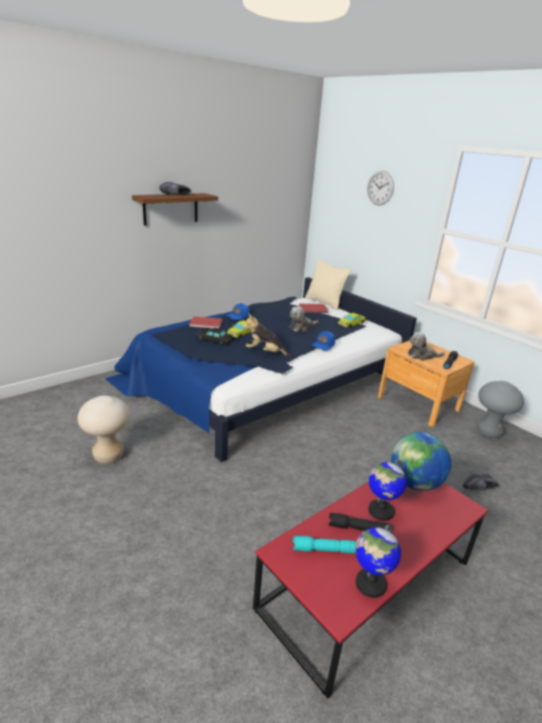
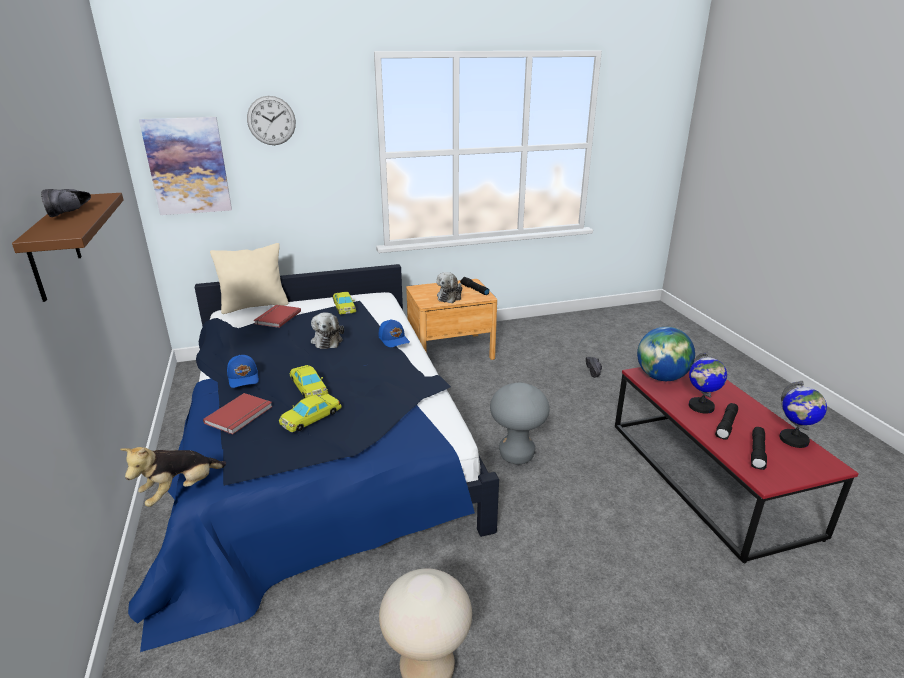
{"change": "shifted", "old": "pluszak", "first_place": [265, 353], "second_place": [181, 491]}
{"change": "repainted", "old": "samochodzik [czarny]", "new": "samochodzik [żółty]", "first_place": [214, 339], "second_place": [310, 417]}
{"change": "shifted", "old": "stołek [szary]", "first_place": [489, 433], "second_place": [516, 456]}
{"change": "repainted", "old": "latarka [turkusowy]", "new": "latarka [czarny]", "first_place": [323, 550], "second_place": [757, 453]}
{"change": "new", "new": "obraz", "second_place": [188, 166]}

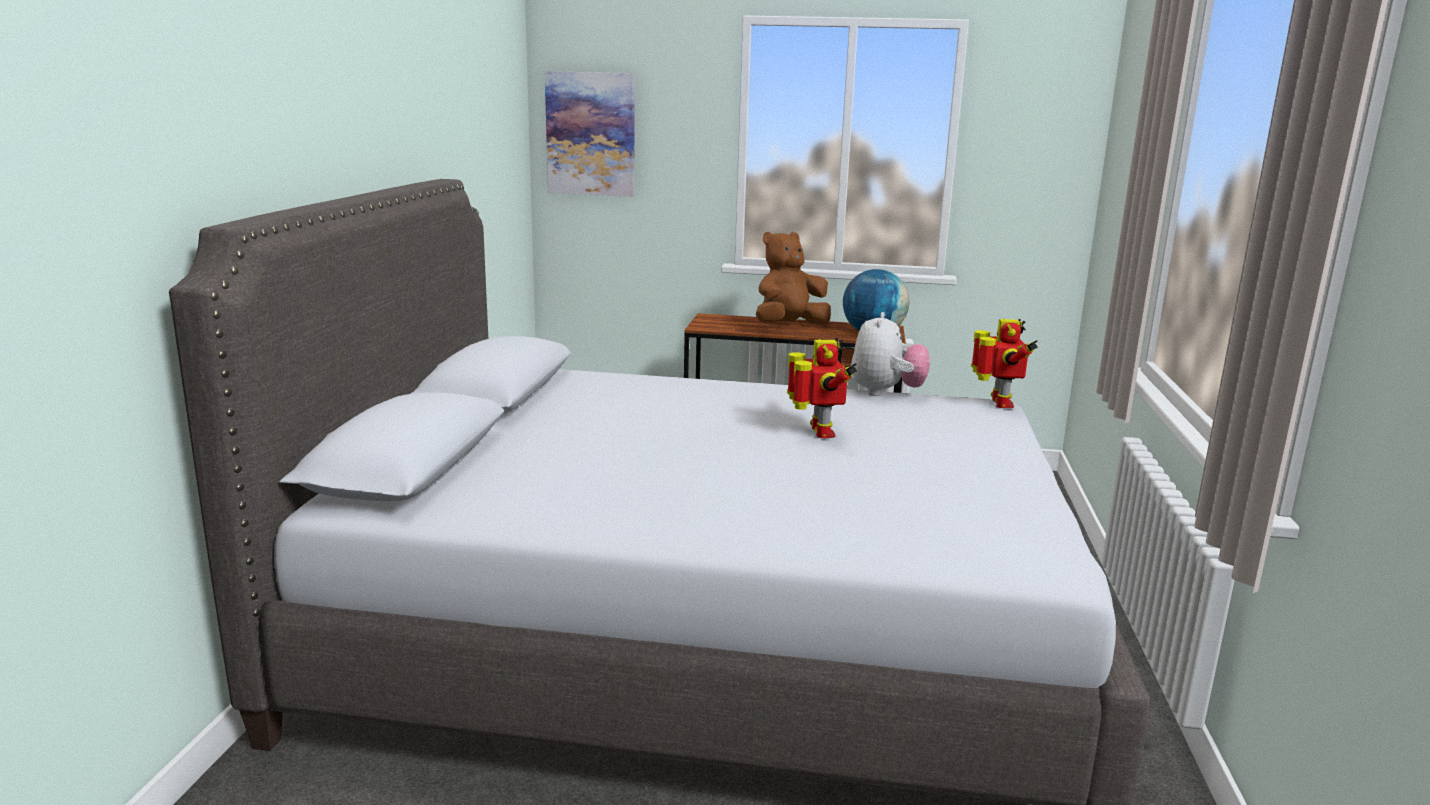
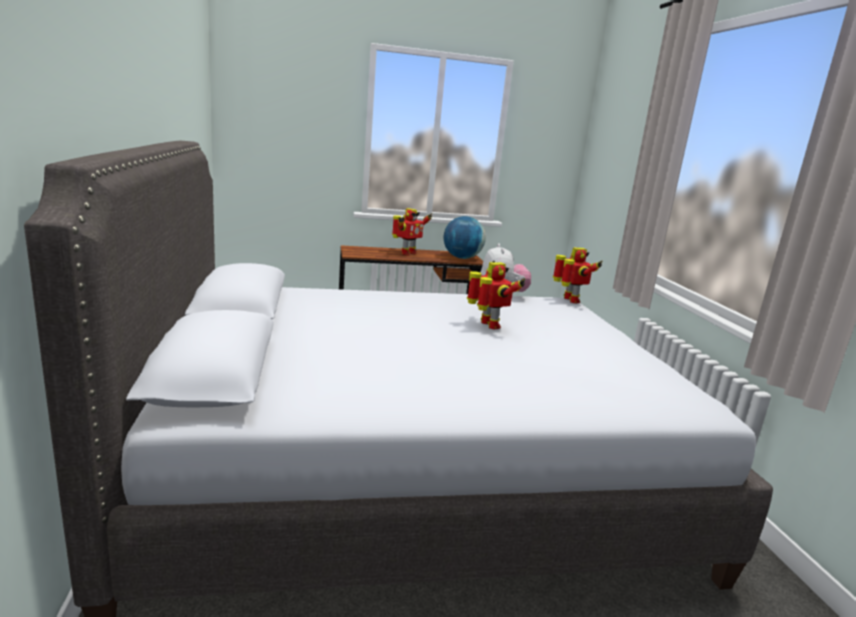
{"change": "gone", "old": "obraz", "first_place": [591, 134]}
{"change": "swapped", "old": "pluszak [brązowy]", "new": "robot zabawkowy", "first_place": [789, 326], "second_place": [407, 253]}

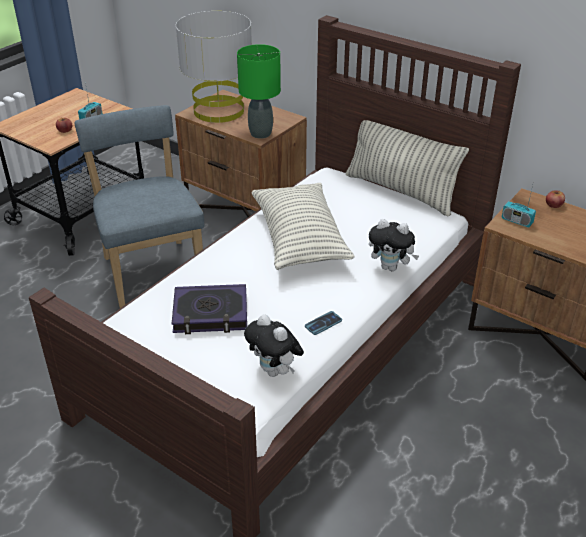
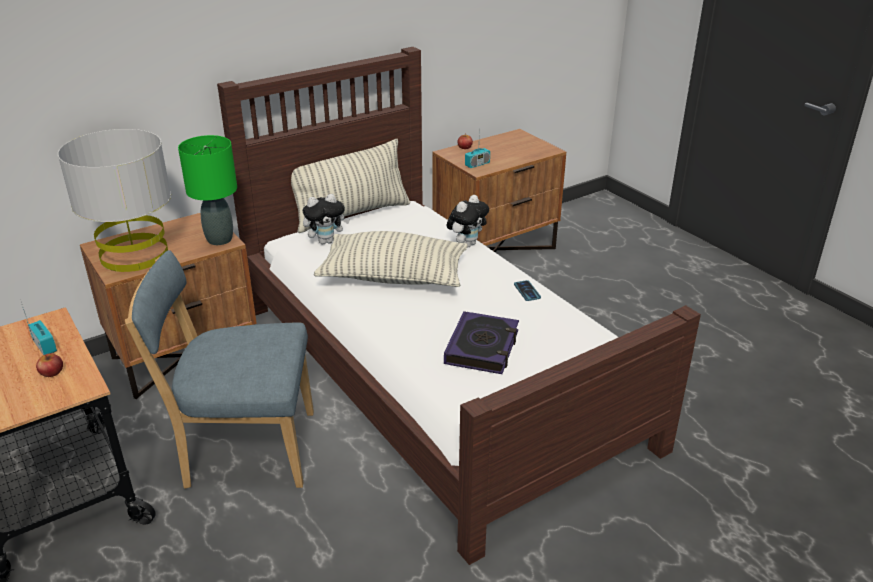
{"change": "shifted", "old": "pluszak", "first_place": [275, 371], "second_place": [326, 241]}

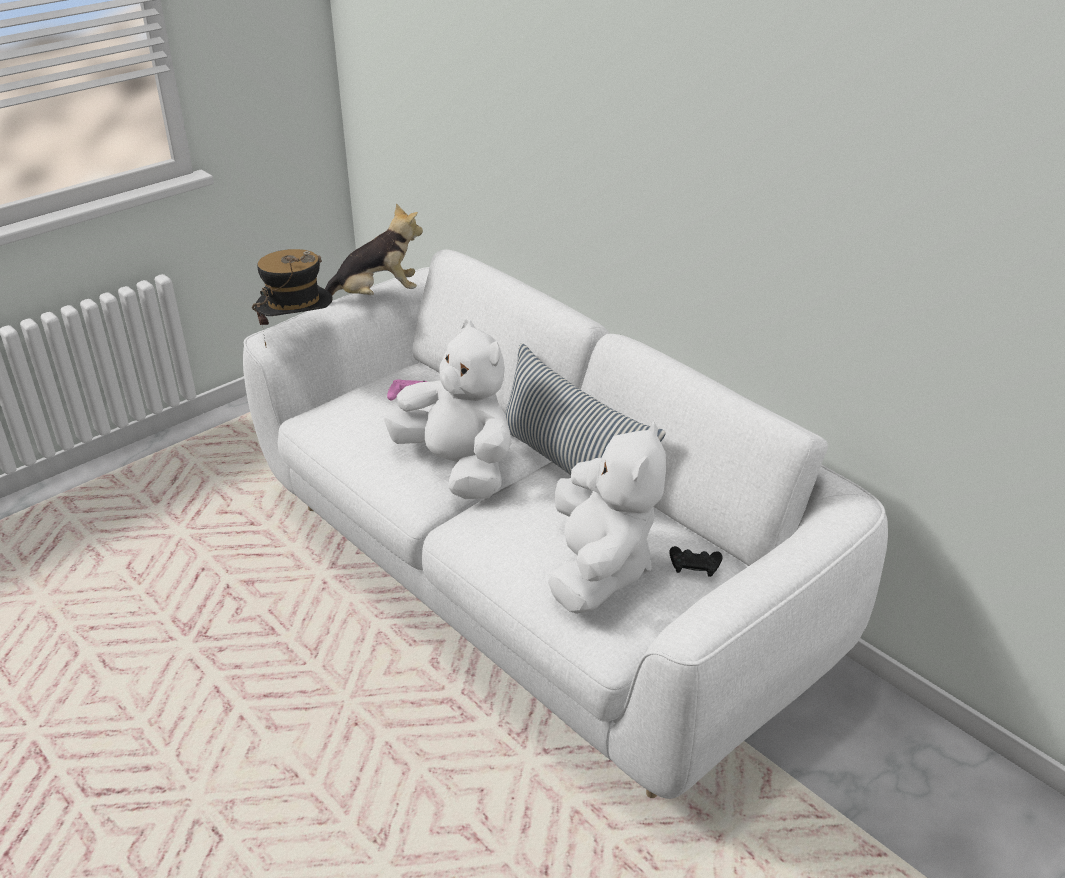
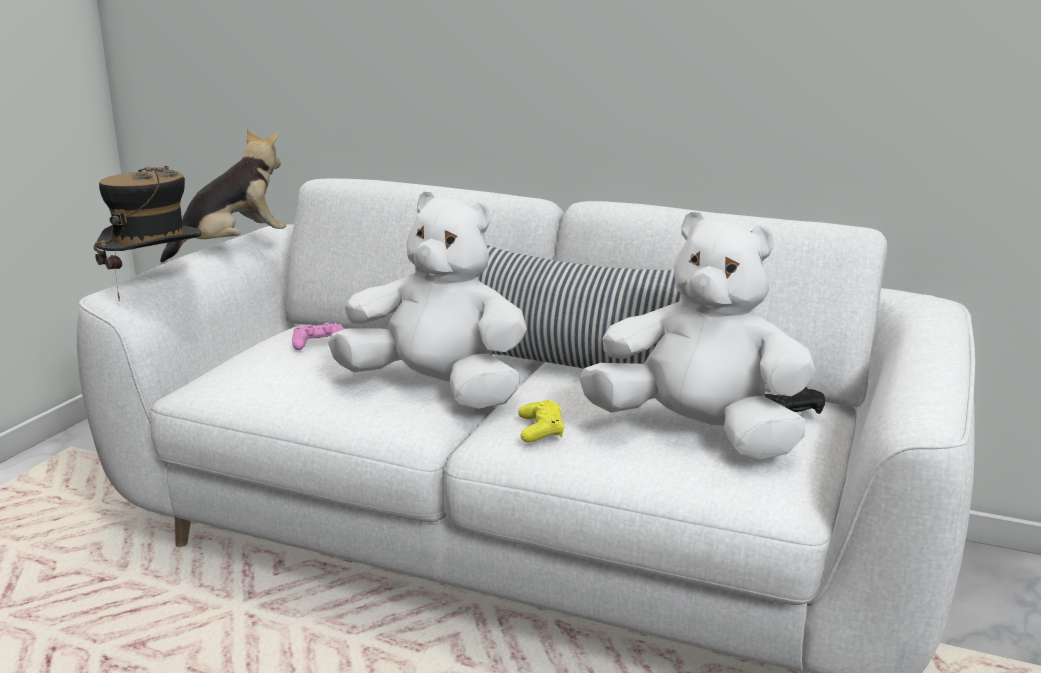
{"change": "rotated", "old": "pluszak [biały]", "first_place": [598, 569], "second_place": [698, 434], "degrees": -45}
{"change": "new", "new": "pad do gier [żółty]", "second_place": [540, 429]}

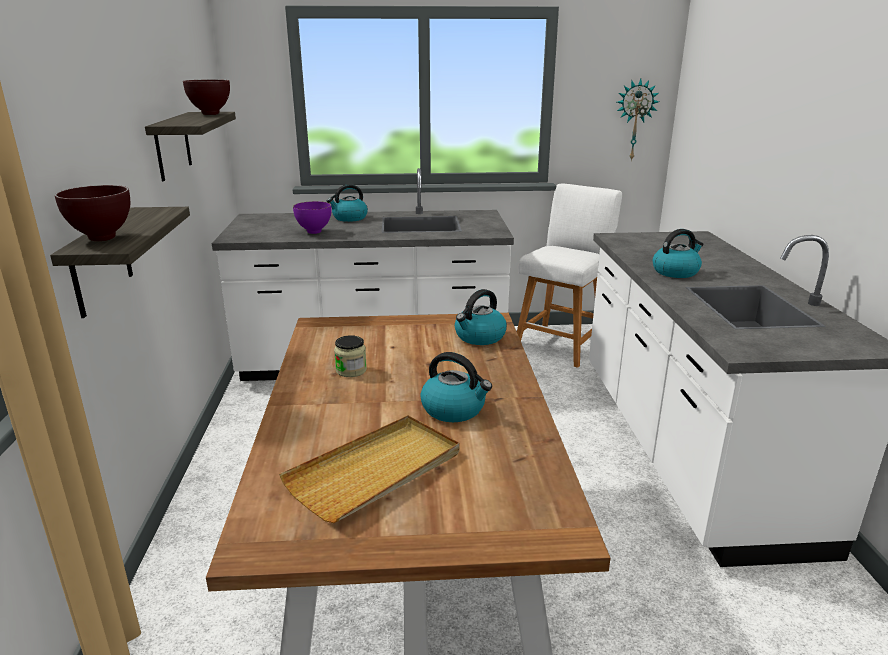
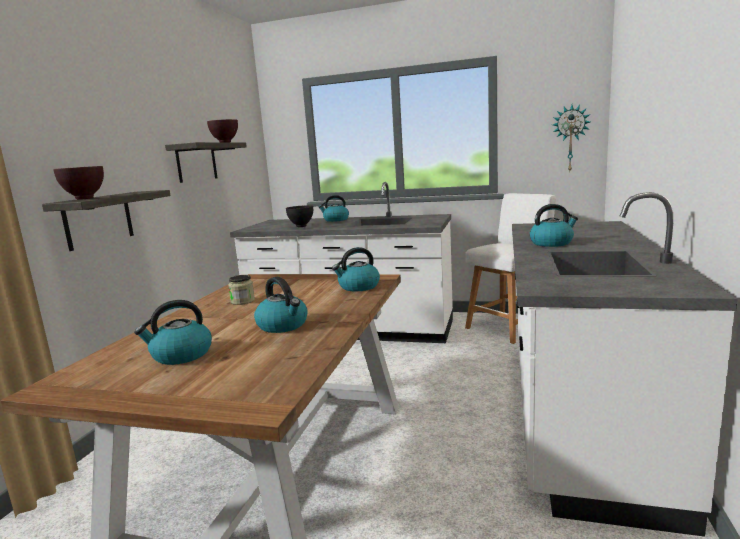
{"change": "repainted", "old": "miska [fioletowy]", "new": "miska [czarny]", "first_place": [314, 232], "second_place": [301, 226]}
{"change": "swapped", "old": "taca [beżowy]", "new": "czajnik", "first_place": [376, 471], "second_place": [181, 355]}

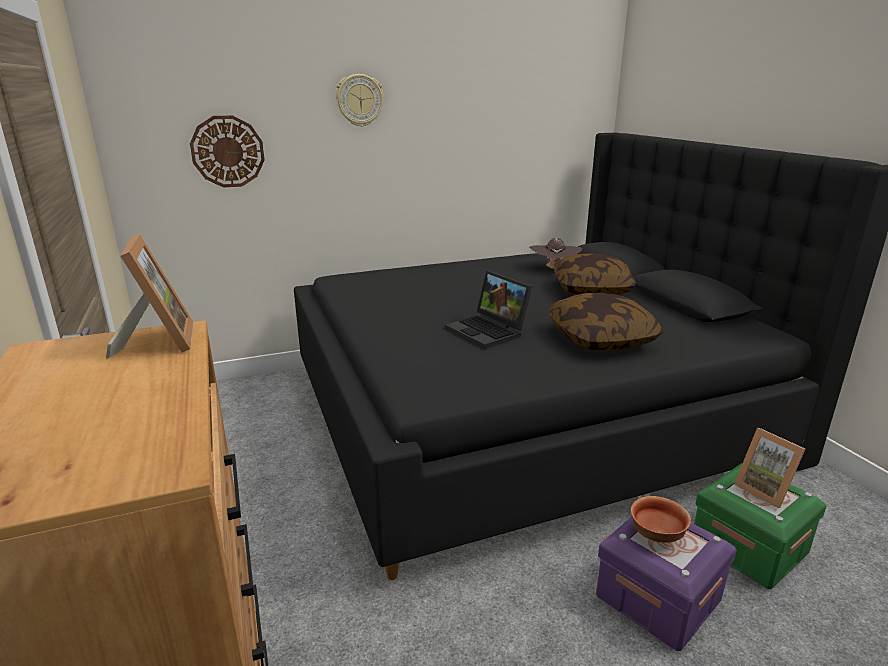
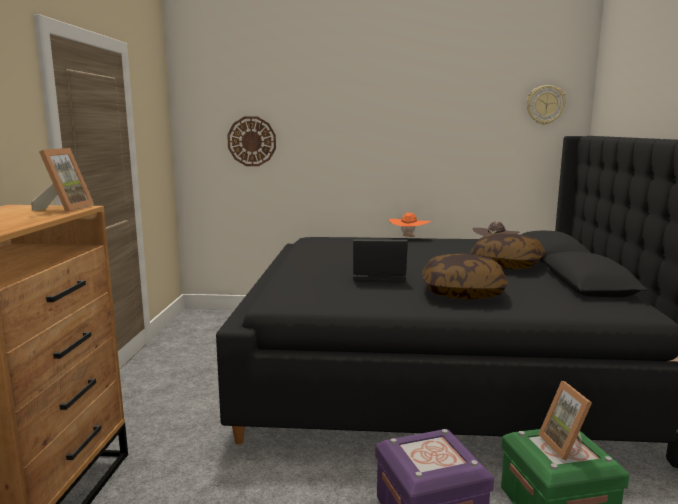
{"change": "shifted", "old": "zegar ścienny", "first_place": [359, 100], "second_place": [545, 105]}
{"change": "rotated", "old": "laptop", "first_place": [489, 331], "second_place": [377, 277], "degrees": 105}
{"change": "gone", "old": "miska", "first_place": [657, 536]}
{"change": "new", "new": "kapelusz [pomarańczowy]", "second_place": [409, 237]}

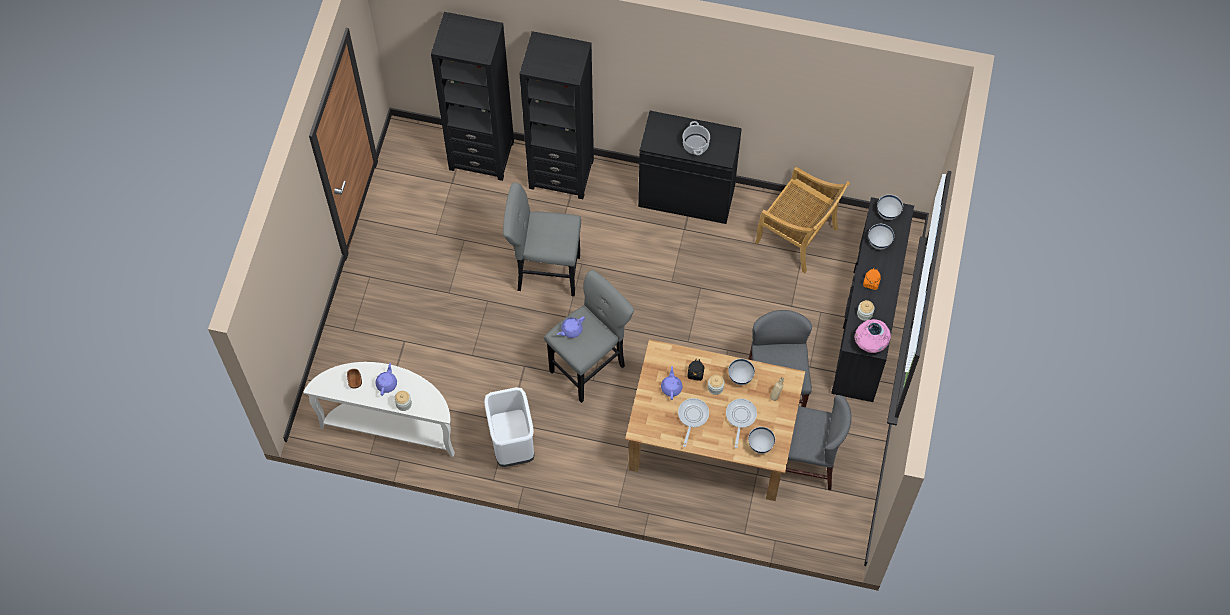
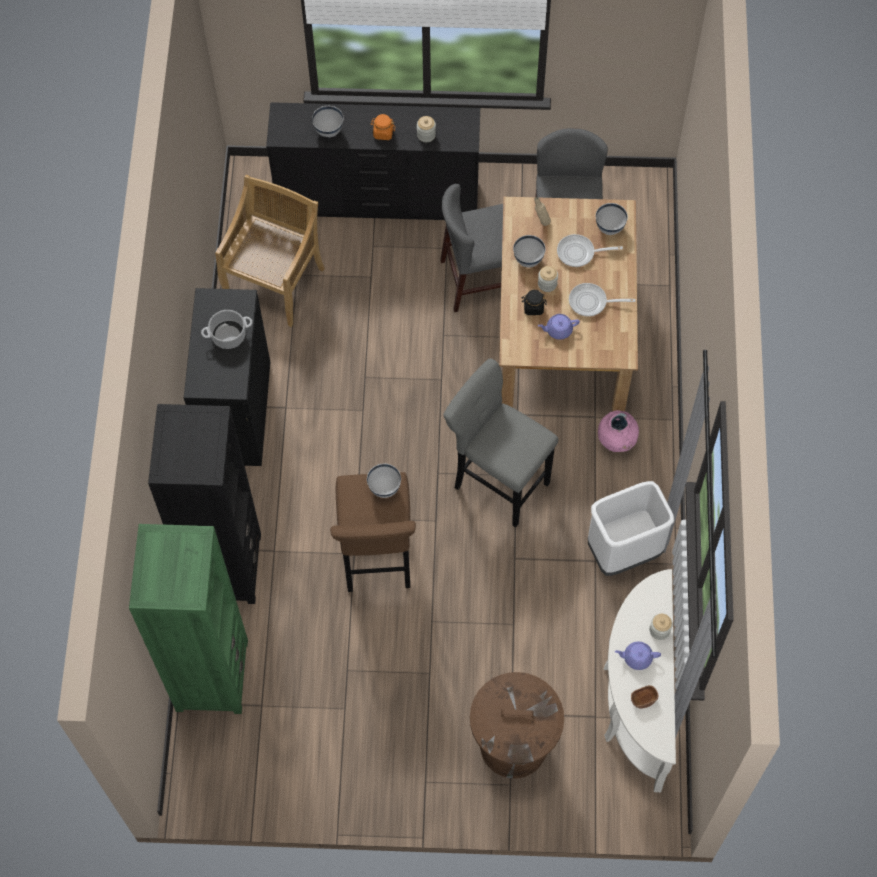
{"change": "repainted", "old": "regał [czarny]", "new": "regał [zielony]", "first_place": [481, 155], "second_place": [211, 675]}
{"change": "repainted", "old": "stołek [szary]", "new": "stołek [brązowy]", "first_place": [545, 272], "second_place": [377, 559]}
{"change": "shifted", "old": "miska [biały]", "first_place": [887, 214], "second_place": [384, 489]}
{"change": "gone", "old": "imbryk [fioletowy]", "first_place": [571, 330]}
{"change": "shifted", "old": "wazon [różowy]", "first_place": [870, 344], "second_place": [616, 442]}
{"change": "new", "new": "kosz na śmieci [brązowy]", "second_place": [513, 745]}

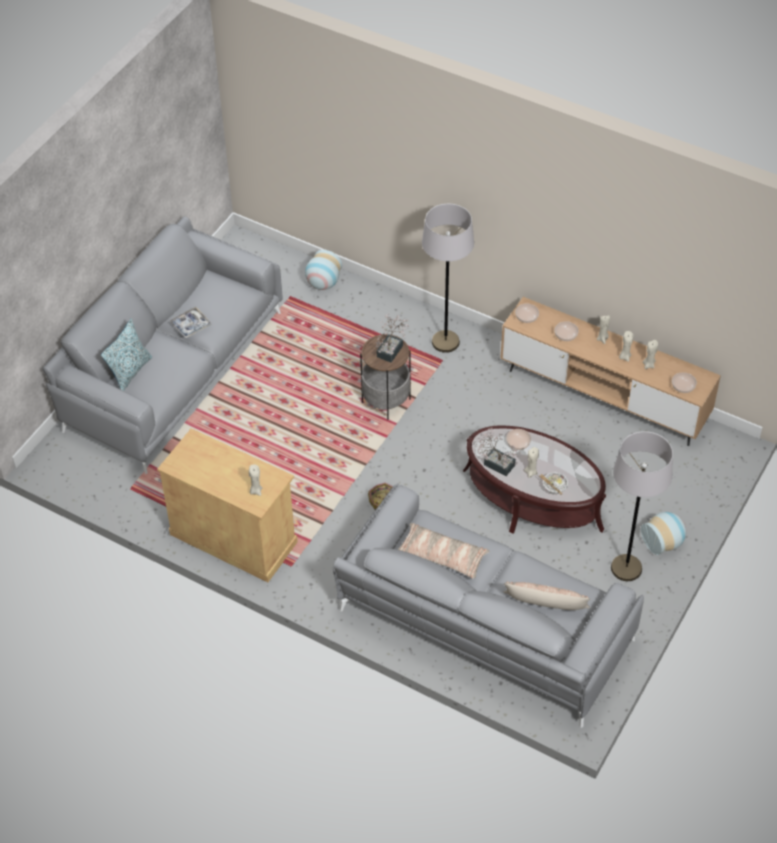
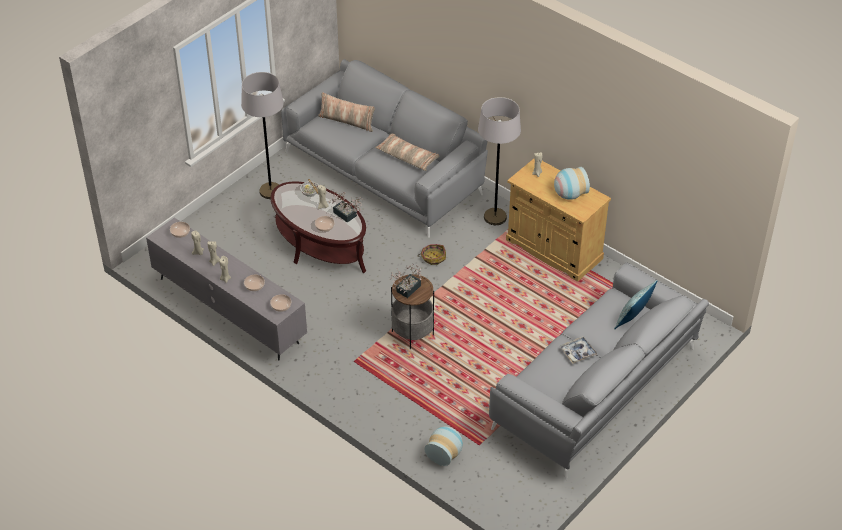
{"change": "shifted", "old": "lampa stojąca [szary]", "first_place": [445, 342], "second_place": [495, 217]}
{"change": "repainted", "old": "szafka pod telewizor [brązowy]", "new": "szafka pod telewizor [szary]", "first_place": [603, 396], "second_place": [229, 310]}
{"change": "shifted", "old": "wazon", "first_place": [663, 542], "second_place": [569, 194]}

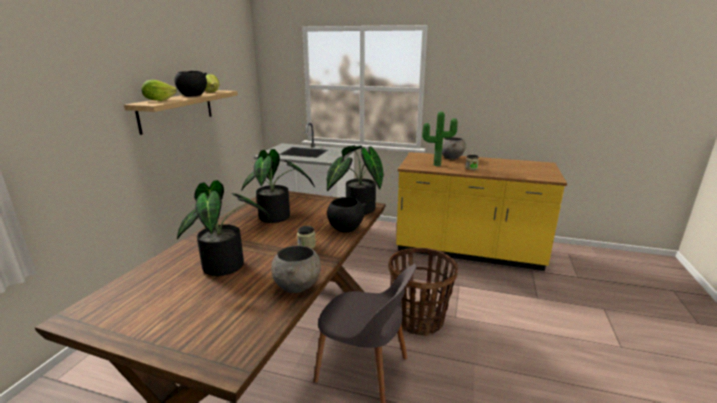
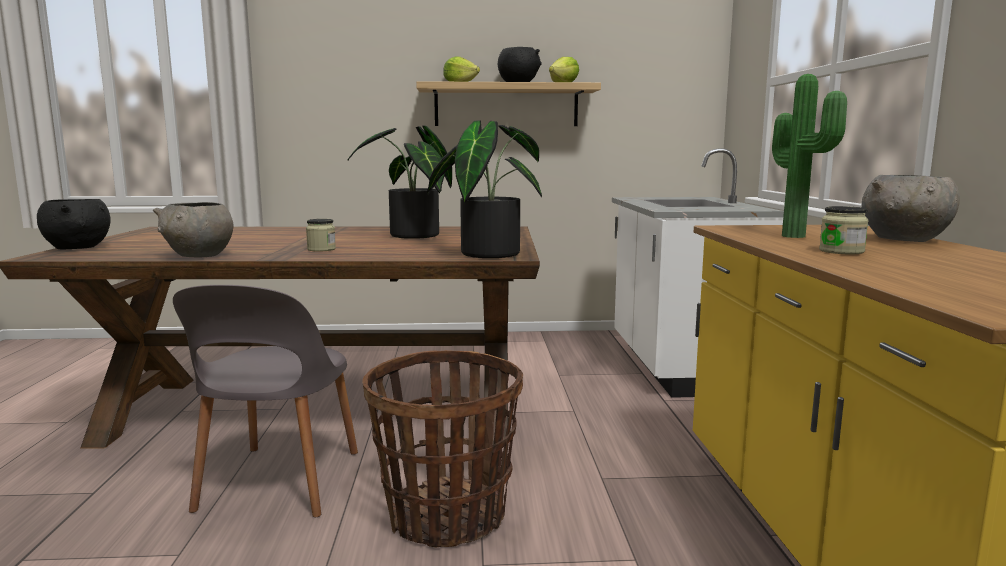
{"change": "gone", "old": "roślina doniczkowa", "first_place": [228, 266]}
{"change": "shifted", "old": "miska [czarny]", "first_place": [345, 228], "second_place": [78, 248]}

